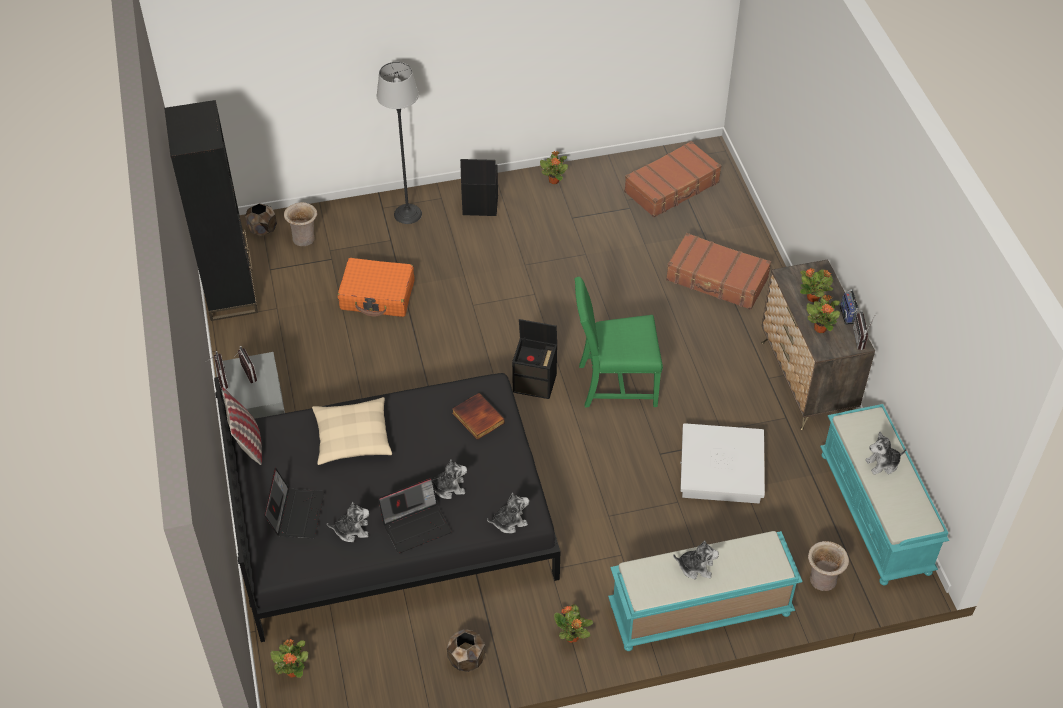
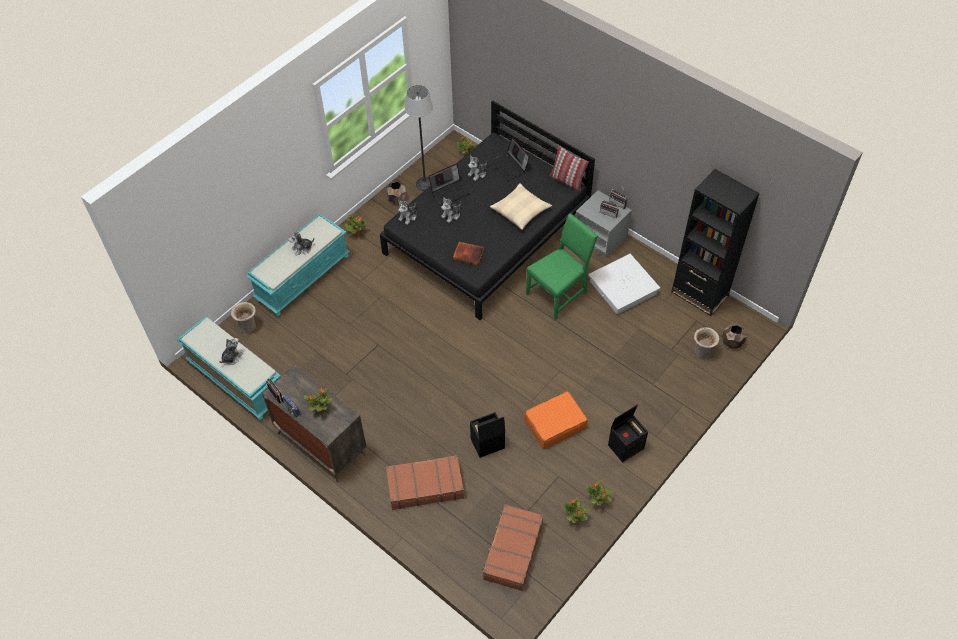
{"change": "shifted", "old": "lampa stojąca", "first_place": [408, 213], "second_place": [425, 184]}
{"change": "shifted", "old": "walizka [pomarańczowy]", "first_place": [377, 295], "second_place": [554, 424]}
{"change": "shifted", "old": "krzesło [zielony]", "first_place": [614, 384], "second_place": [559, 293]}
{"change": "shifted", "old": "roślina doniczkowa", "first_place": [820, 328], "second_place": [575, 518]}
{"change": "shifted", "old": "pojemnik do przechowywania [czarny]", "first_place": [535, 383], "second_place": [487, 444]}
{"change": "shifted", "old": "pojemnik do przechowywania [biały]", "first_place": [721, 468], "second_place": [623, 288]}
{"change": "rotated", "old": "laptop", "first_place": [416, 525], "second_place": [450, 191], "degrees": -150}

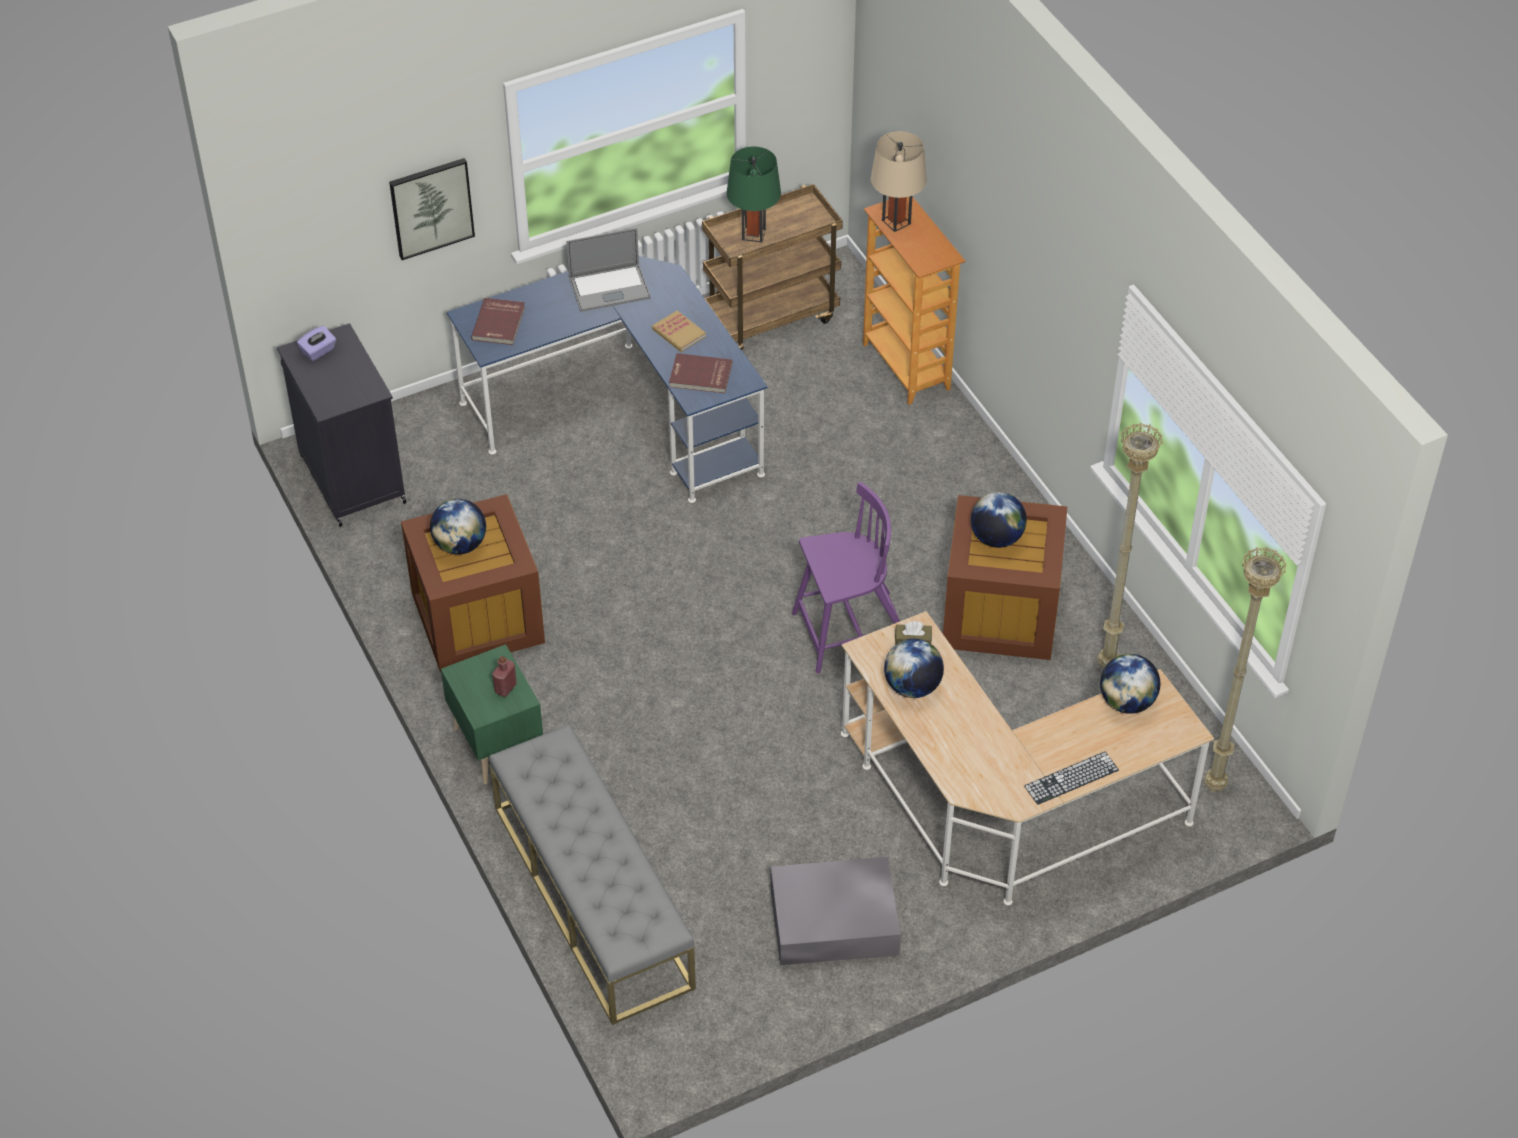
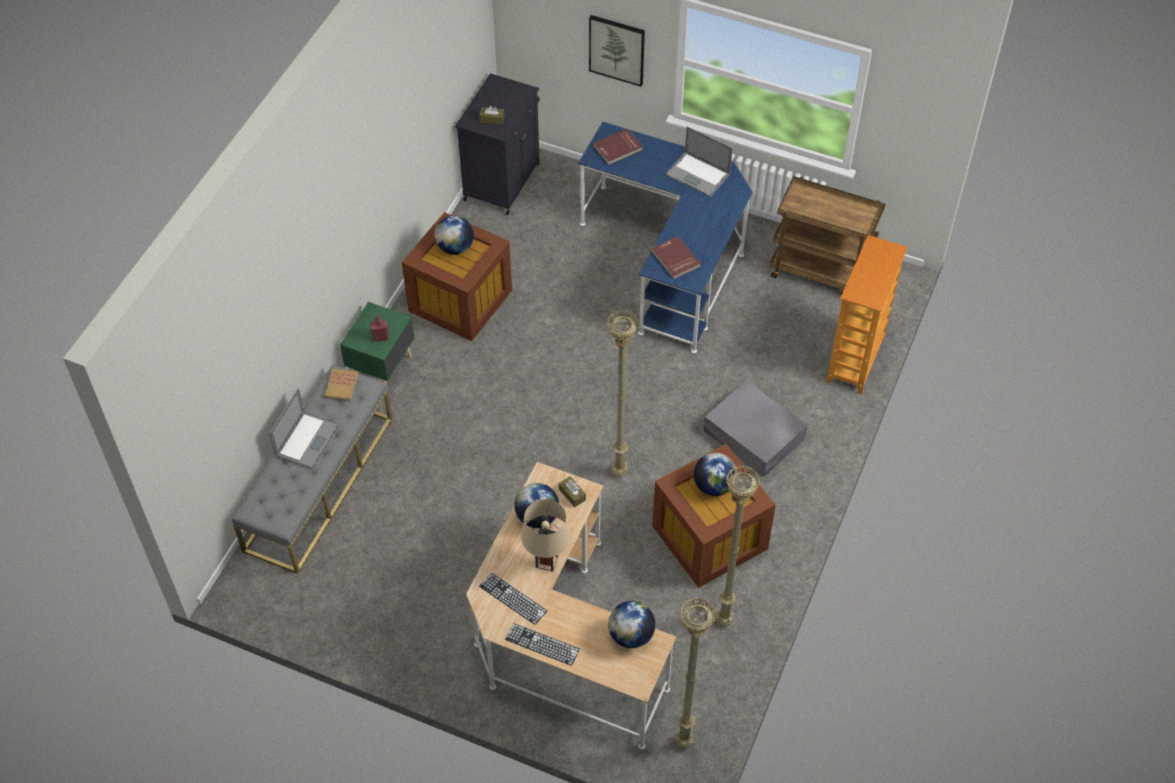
{"change": "shifted", "old": "lampa stołowa [beżowy]", "first_place": [896, 222], "second_place": [546, 561]}
{"change": "gone", "old": "lampa stołowa [zielony]", "first_place": [753, 234]}
{"change": "shifted", "old": "książka", "first_place": [679, 333], "second_place": [341, 386]}
{"change": "gone", "old": "pudełko chusteczek [fioletowy]", "first_place": [318, 351]}
{"change": "swapped", "old": "krzesło [fioletowy]", "new": "lampa stojąca [beżowy]", "first_place": [850, 632], "second_place": [618, 473]}
{"change": "shifted", "old": "pojemnik do przechowywania [szary]", "first_place": [836, 921], "second_place": [754, 436]}
{"change": "new", "new": "pudełko chusteczek [brązowy]", "second_place": [492, 119]}
{"change": "new", "new": "laptop", "second_place": [307, 440]}
{"change": "new", "new": "klawiatura", "second_place": [512, 598]}

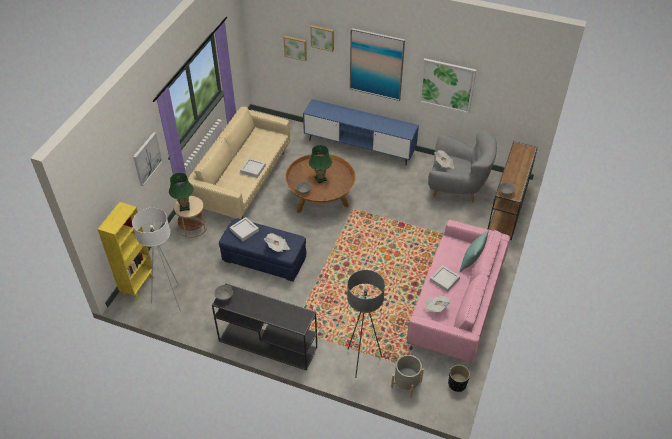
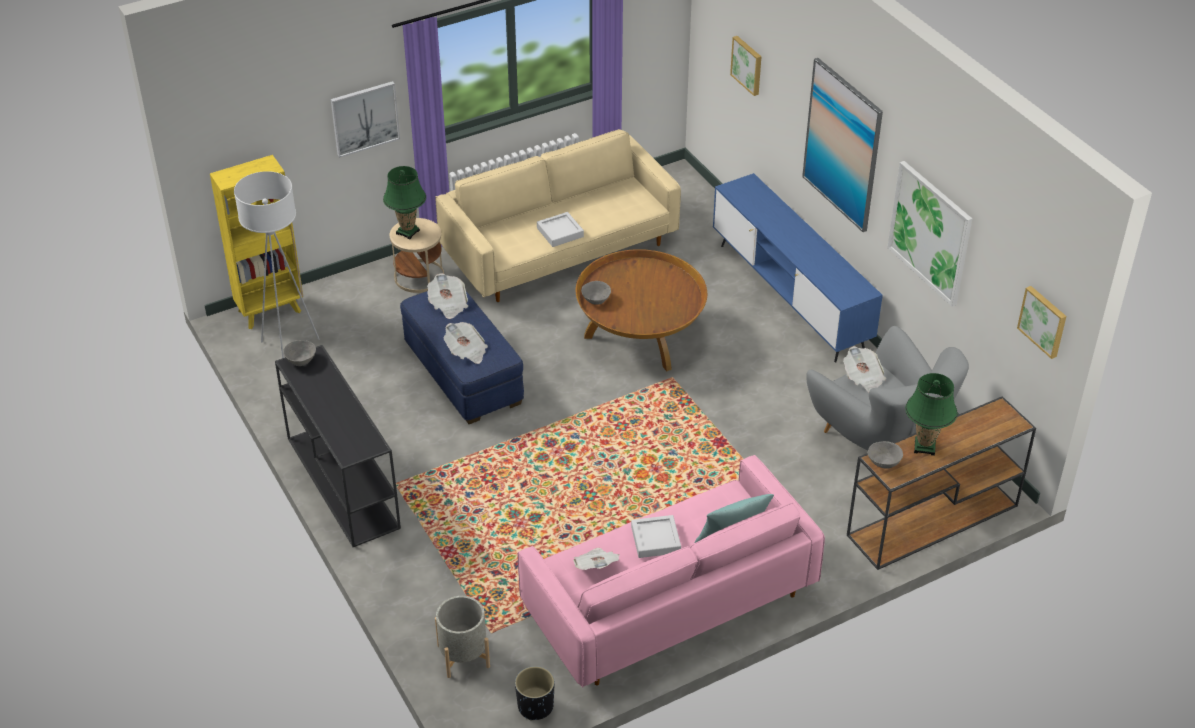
{"change": "shifted", "old": "obraz", "first_place": [322, 37], "second_place": [1043, 321]}
{"change": "shifted", "old": "lampa stołowa [zielony]", "first_place": [320, 179], "second_place": [924, 447]}
{"change": "swapped", "old": "taca [szary]", "new": "gazeta", "first_place": [244, 230], "second_place": [448, 305]}
{"change": "gone", "old": "lampa stojąca [szary]", "first_place": [362, 361]}

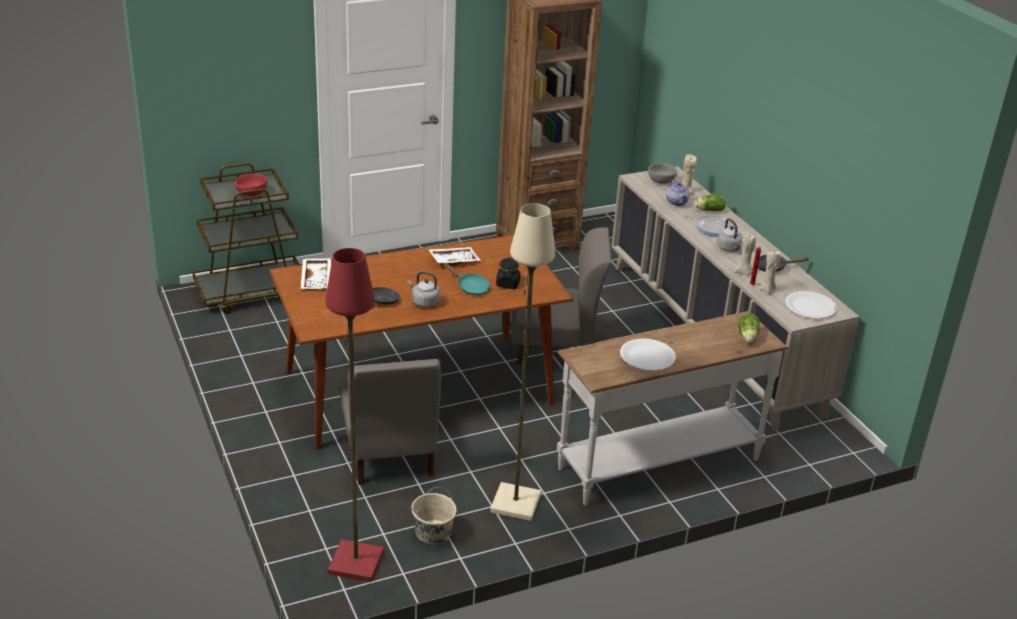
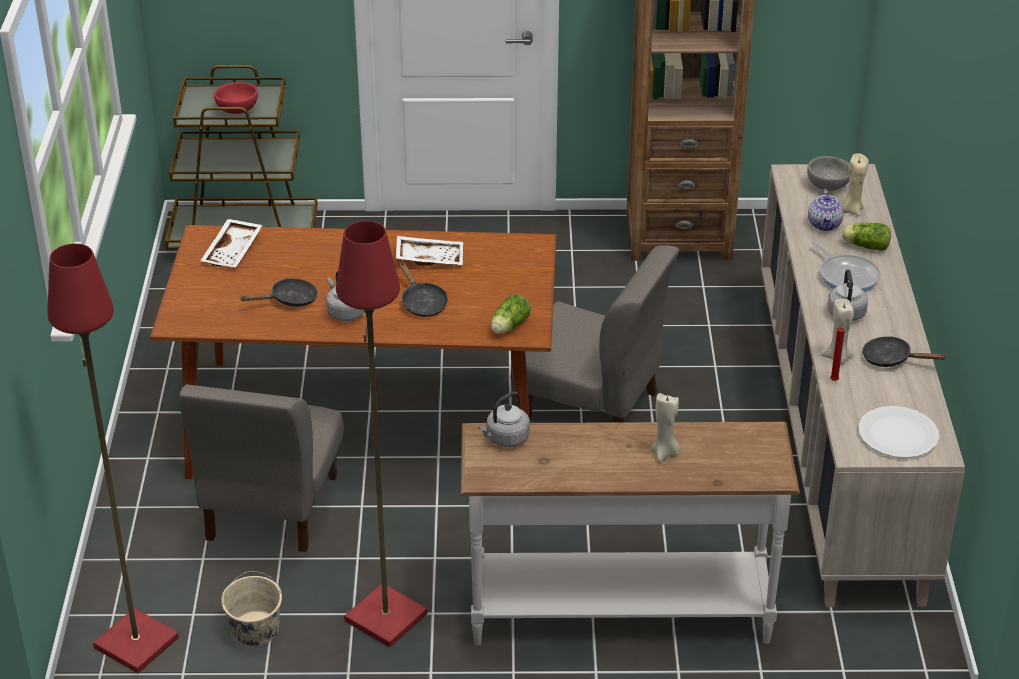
{"change": "repainted", "old": "lampa stojąca [beżowy]", "new": "lampa stojąca [czerwony]", "first_place": [514, 503], "second_place": [384, 618]}
{"change": "shifted", "old": "świeca [beżowy]", "first_place": [767, 290], "second_place": [665, 453]}
{"change": "gone", "old": "słoik [czarny]", "first_place": [508, 284]}
{"change": "repainted", "old": "patelnia [turkusowy]", "new": "patelnia [czarny]", "first_place": [470, 287], "second_place": [422, 303]}
{"change": "shifted", "old": "sałata", "first_place": [747, 337], "second_place": [508, 327]}
{"change": "gone", "old": "talerz [biały]", "first_place": [647, 356]}
{"change": "new", "new": "czajnik [szary]", "second_place": [505, 439]}

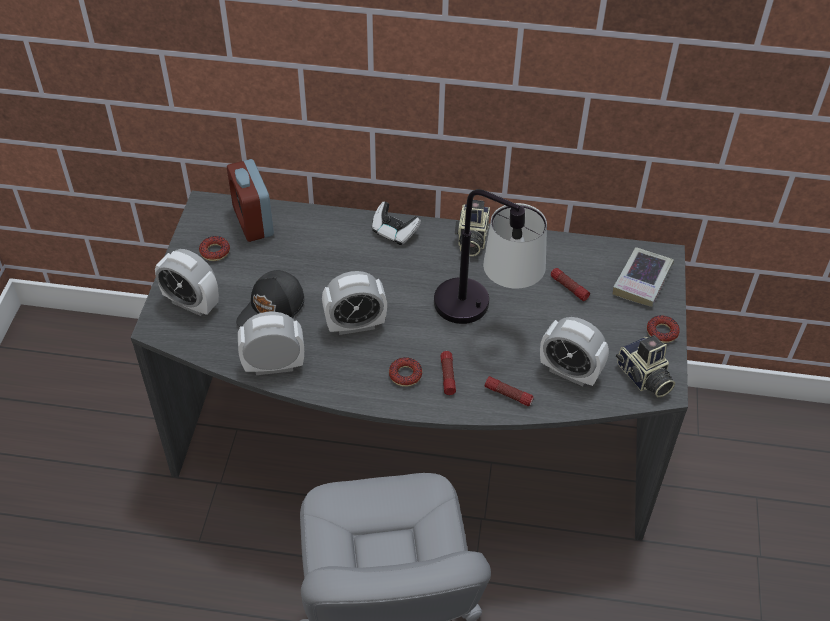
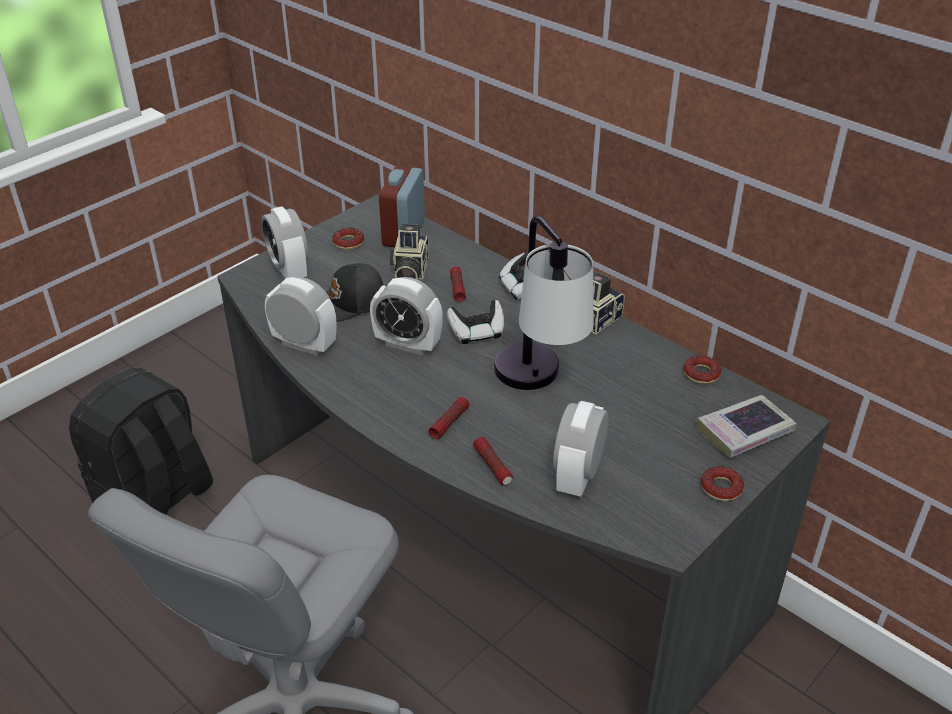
{"change": "shifted", "old": "latarka", "first_place": [569, 288], "second_place": [457, 288]}
{"change": "rotated", "old": "budzik", "first_place": [569, 372], "second_place": [578, 476], "degrees": 45}
{"change": "shifted", "old": "aparat fotograficzny", "first_place": [643, 378], "second_place": [409, 272]}
{"change": "shifted", "old": "donut", "first_place": [405, 375], "second_place": [701, 374]}
{"change": "new", "new": "pad do gier", "second_place": [477, 333]}
{"change": "new", "new": "plecak [czarny]", "second_place": [155, 499]}

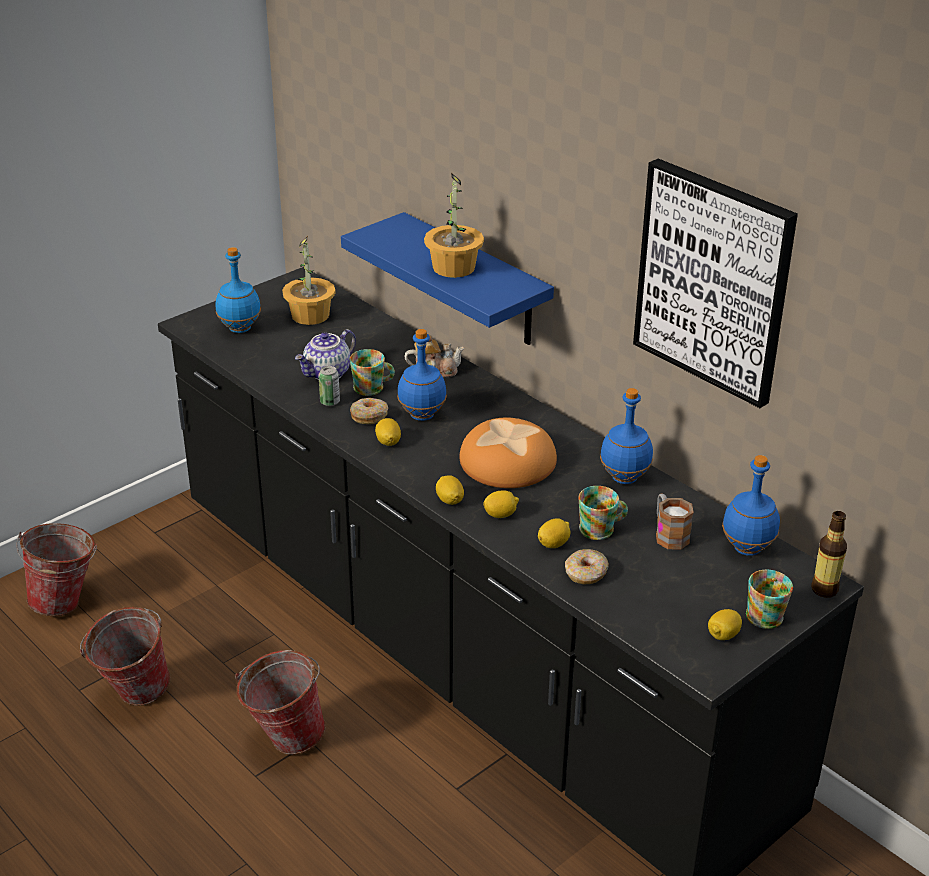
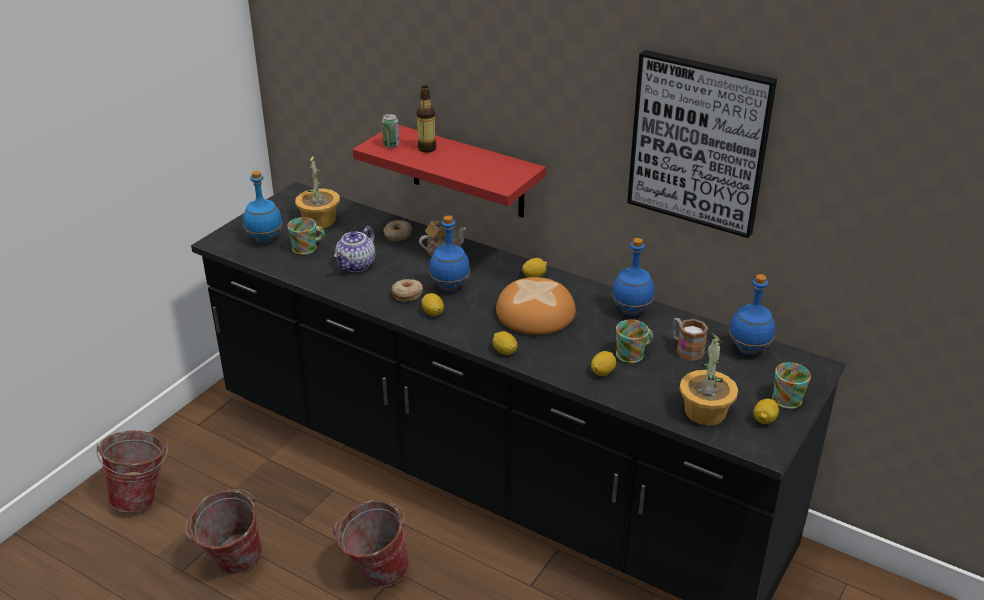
{"change": "shifted", "old": "roślina doniczkowa", "first_place": [453, 267], "second_place": [704, 412]}
{"change": "repainted", "old": "półka [niebieski]", "new": "półka [czerwony]", "first_place": [475, 281], "second_place": [467, 172]}
{"change": "shifted", "old": "kubek", "first_place": [373, 388], "second_place": [308, 248]}
{"change": "shifted", "old": "puszka", "first_place": [330, 402], "second_place": [391, 145]}
{"change": "shifted", "old": "cytryna", "first_place": [500, 514], "second_place": [534, 276]}
{"change": "shifted", "old": "butelka", "first_place": [824, 589], "second_place": [427, 148]}
{"change": "shifted", "old": "donut", "first_place": [586, 573], "second_place": [398, 235]}

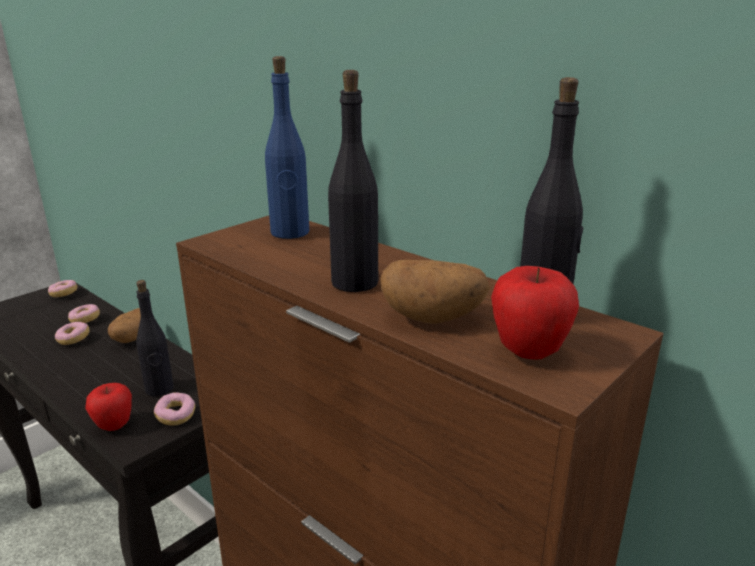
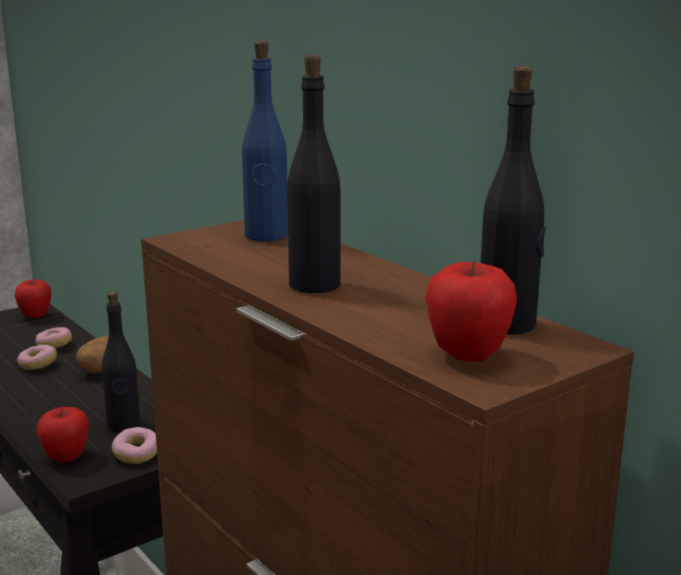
{"change": "gone", "old": "ziemniak", "first_place": [433, 318]}
{"change": "swapped", "old": "donut", "new": "jabłko", "first_place": [64, 294], "second_place": [35, 316]}

